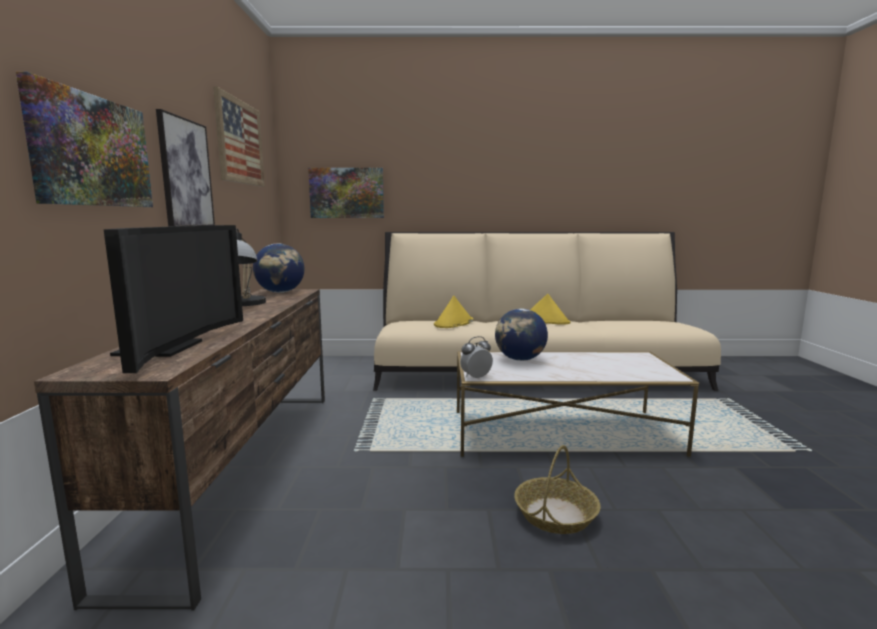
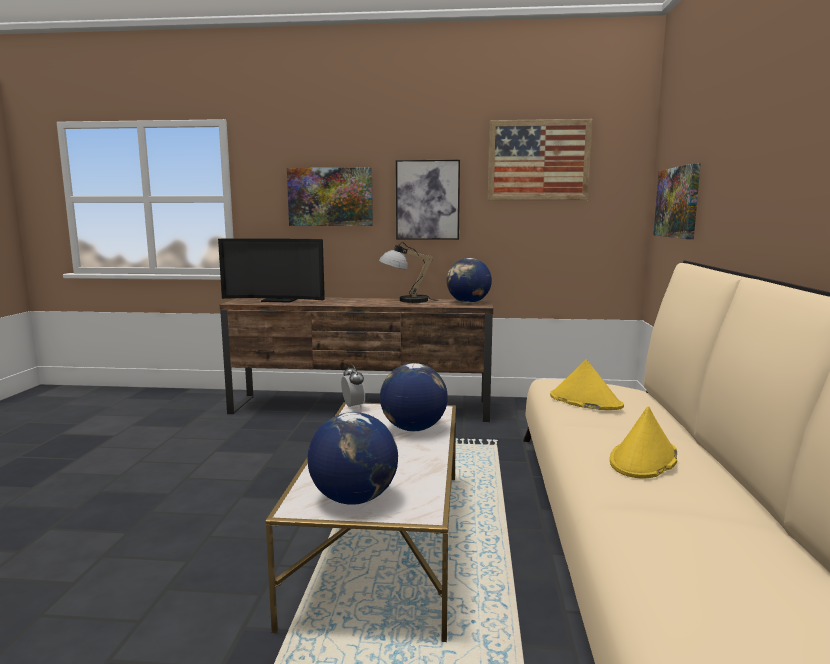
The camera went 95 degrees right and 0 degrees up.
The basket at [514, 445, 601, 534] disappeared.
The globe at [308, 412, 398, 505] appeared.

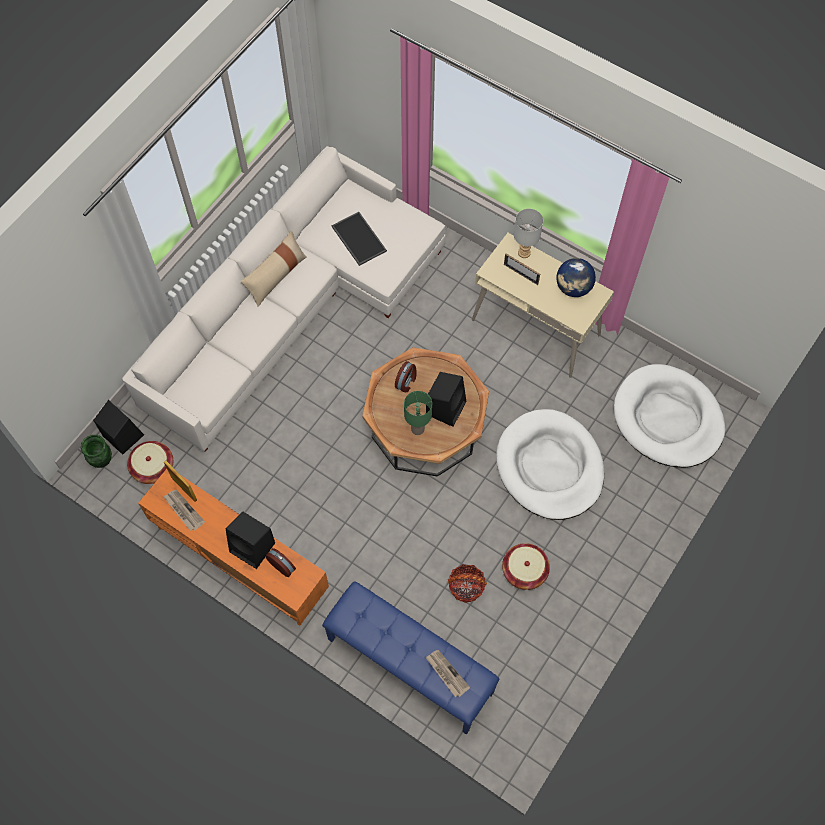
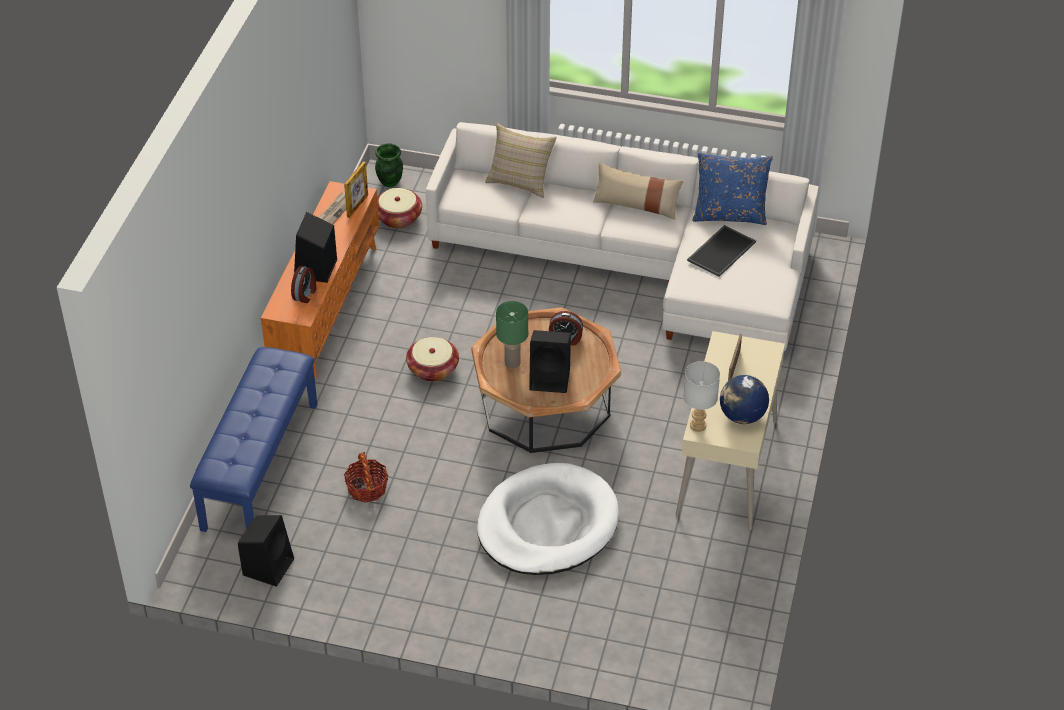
The camera went 70 degrees right and 20 degrees down.
The grey table lamp moved from [514, 208, 543, 258] to [683, 361, 720, 432].
The white dog bed at [614, 364, 725, 468] disappeared.
The black speaker moved from [93, 400, 144, 455] to [238, 515, 294, 587].
The basket moved from [502, 543, 550, 590] to [406, 337, 459, 382].
The newspaper at [425, 650, 470, 697] disappeared.
The beige pillow at [485, 123, 557, 198] appeared.
The blue pillow at [693, 153, 773, 225] appeared.

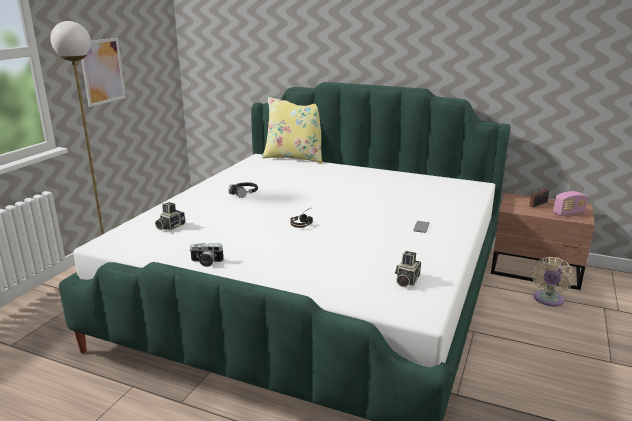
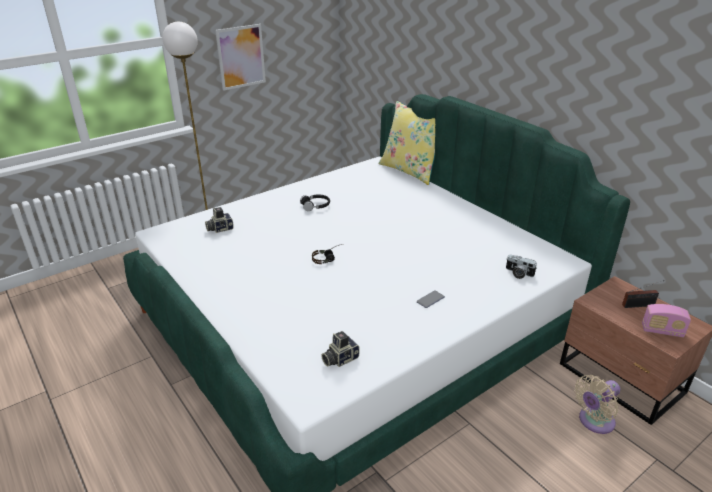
The camera went 30 degrees right and 10 degrees up.
The photo camera moved from [189, 243, 224, 267] to [506, 255, 537, 279].

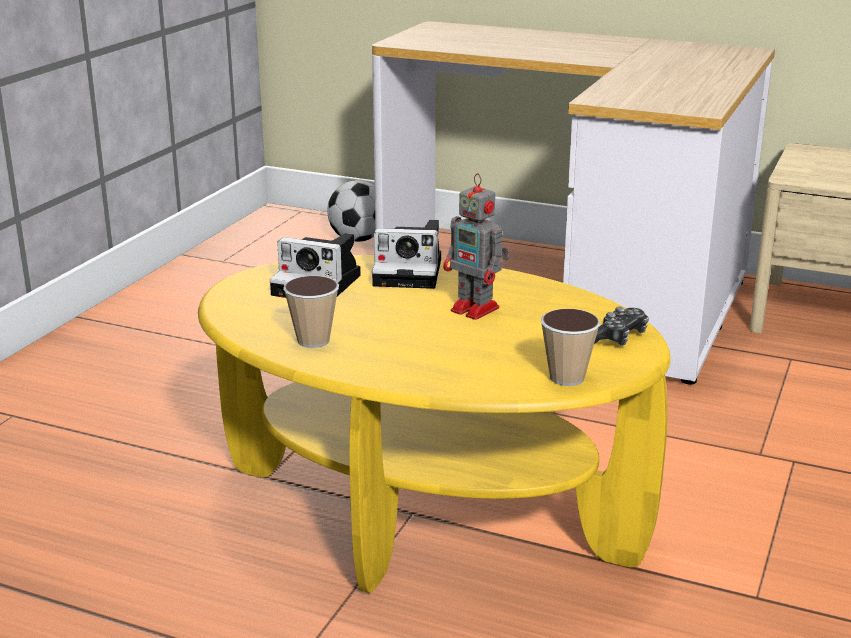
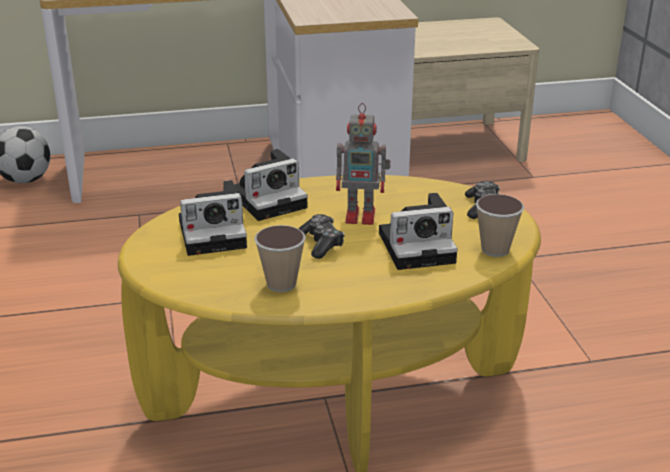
The camera went 35 degrees left and 5 degrees up.
The photo camera at [379, 193, 458, 270] appeared.
The game controller at [298, 214, 344, 259] appeared.

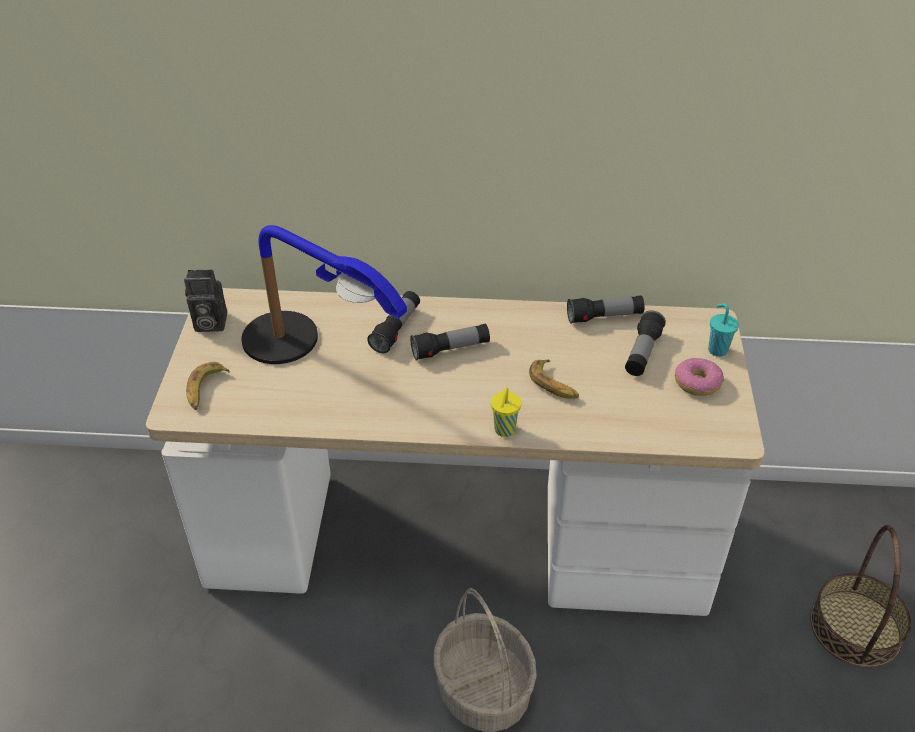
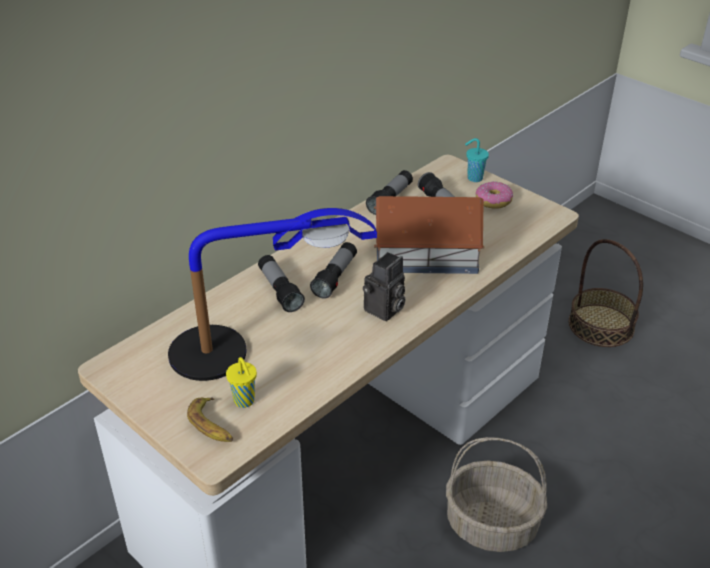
The camera went 50 degrees left and 5 degrees down.
The photo camera moved from [184, 269, 227, 332] to [363, 252, 406, 321].
The banana at [529, 360, 579, 399] was replaced by the toy house at [374, 196, 484, 274].
The yellow cup moved from [491, 387, 522, 437] to [226, 357, 257, 408].

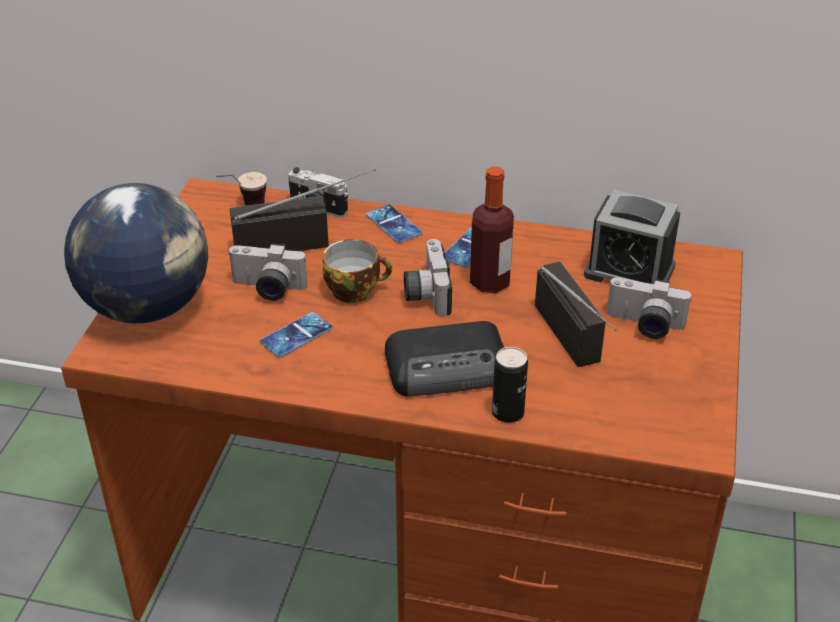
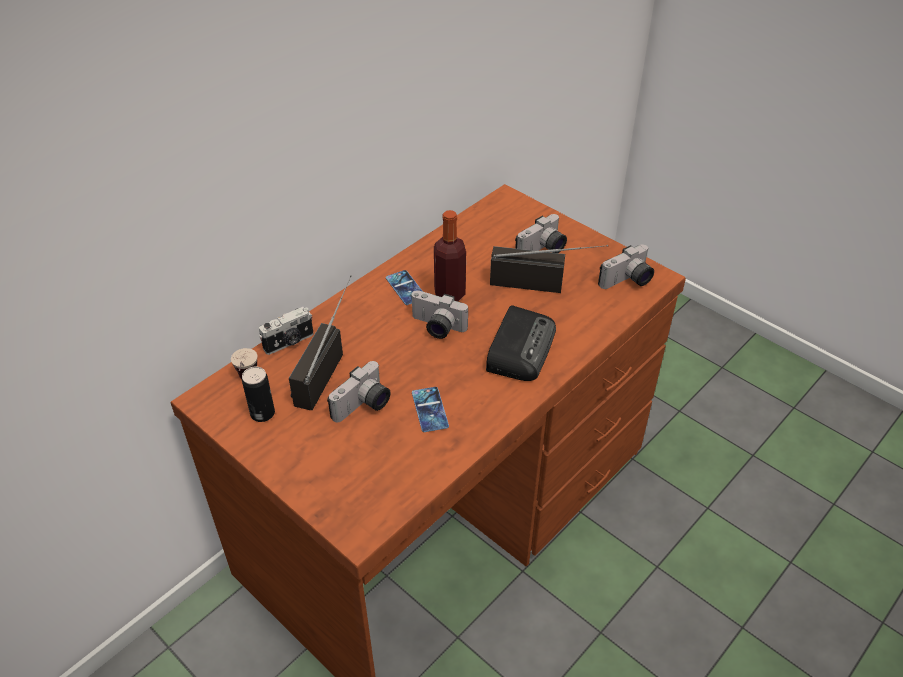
The camera went 60 degrees left and 5 degrees up.
The globe at [64, 183, 208, 323] disappeared.
The alarm clock at [584, 190, 680, 284] disappeared.
The phone at [366, 204, 422, 243] disappeared.
The cup at [322, 239, 392, 303] disappeared.
The can moved from [492, 347, 528, 423] to [242, 366, 275, 422].
The photo camera at [598, 244, 654, 289] appeared.

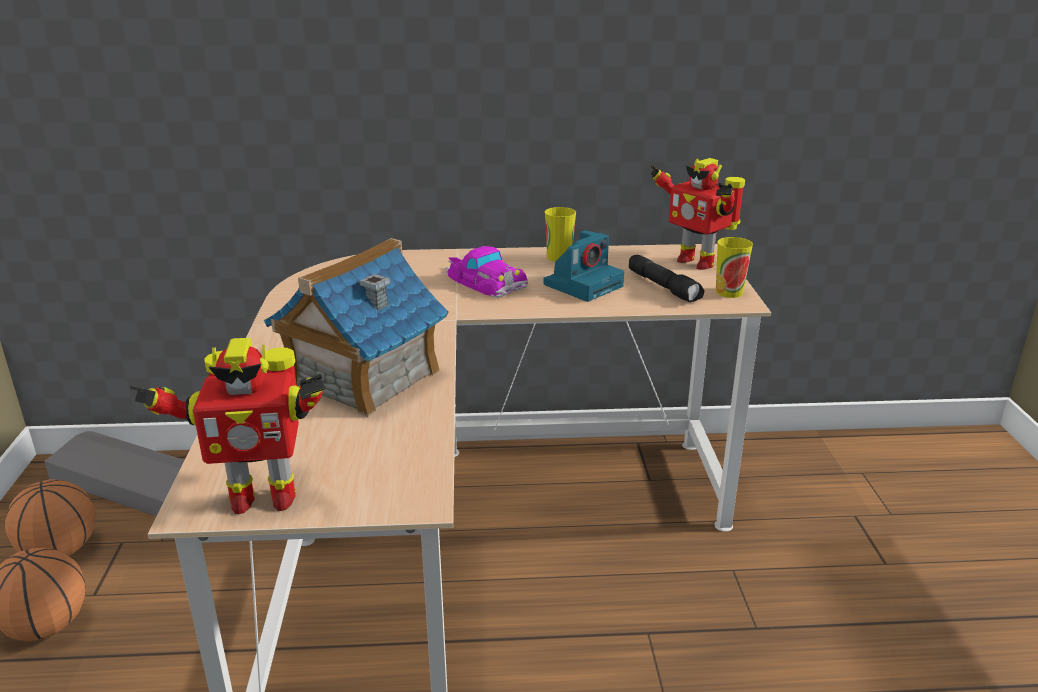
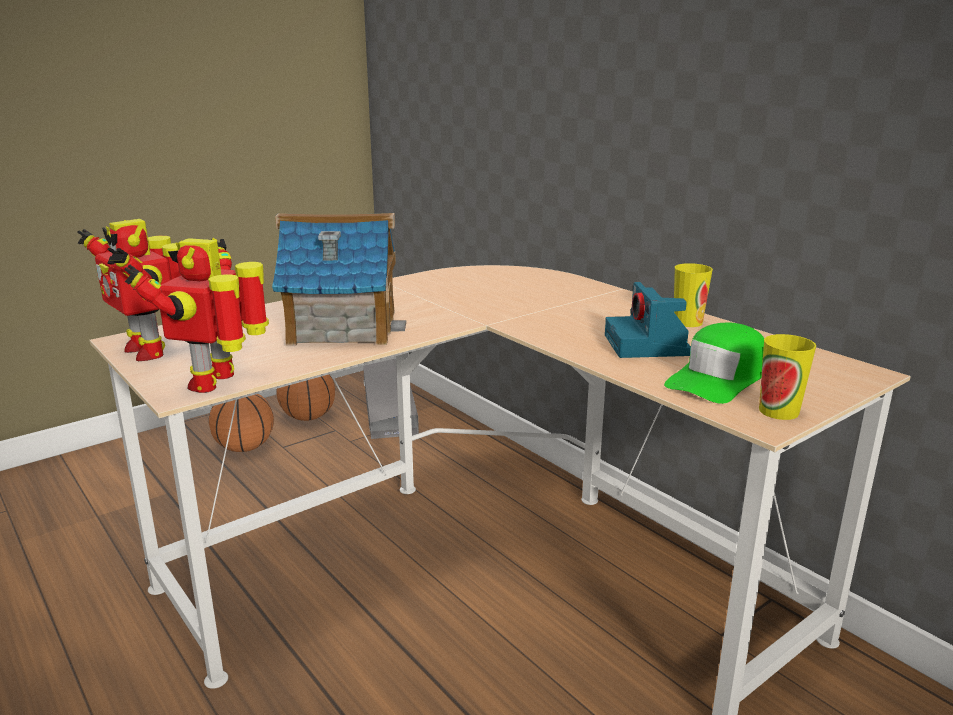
The camera went 55 degrees right and 5 degrees down.
The toy robot moved from [650, 158, 745, 270] to [124, 238, 269, 393].
The photo camera at [543, 230, 624, 302] turned 75 degrees clockwise.
The toy car at [445, 246, 528, 298] disappeared.
The black flashlight at [629, 255, 704, 302] was replaced by the green cap at [664, 322, 764, 404].

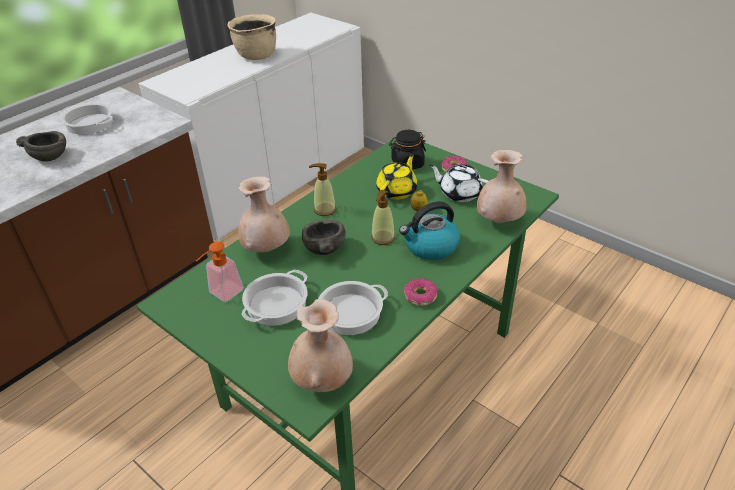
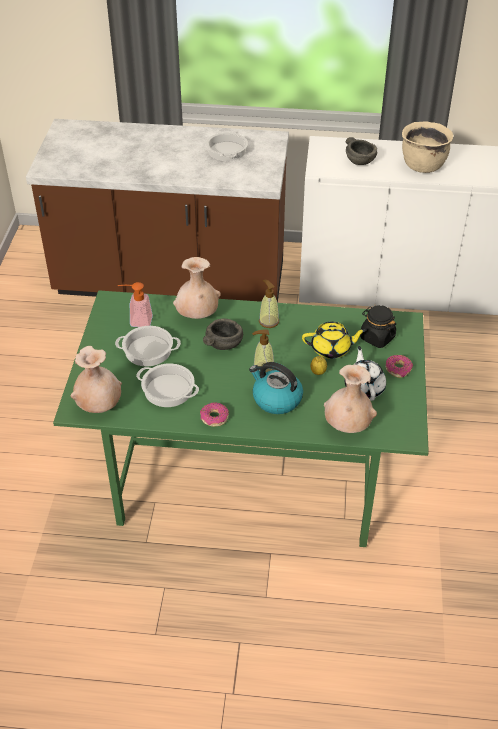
The camera went 55 degrees right and 5 degrees up.
The grey bowl moved from [16, 131, 66, 162] to [346, 137, 377, 165].

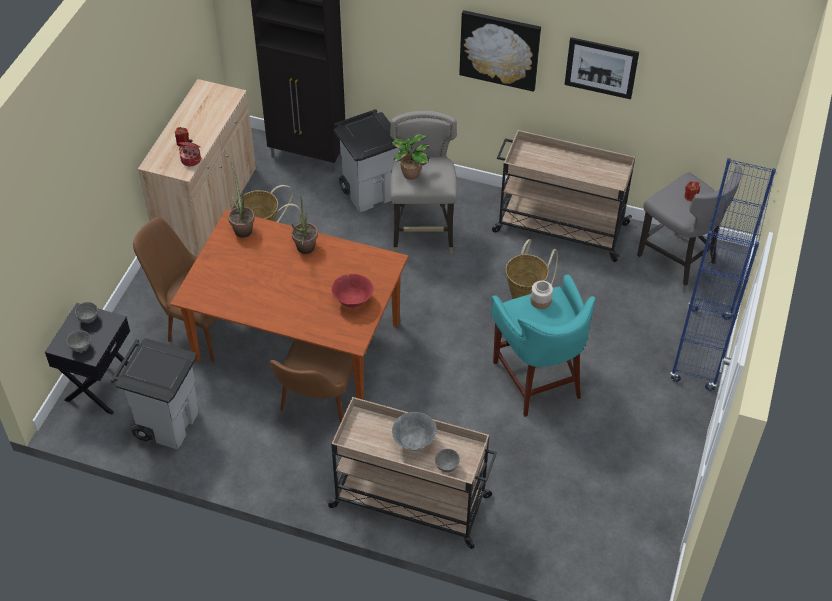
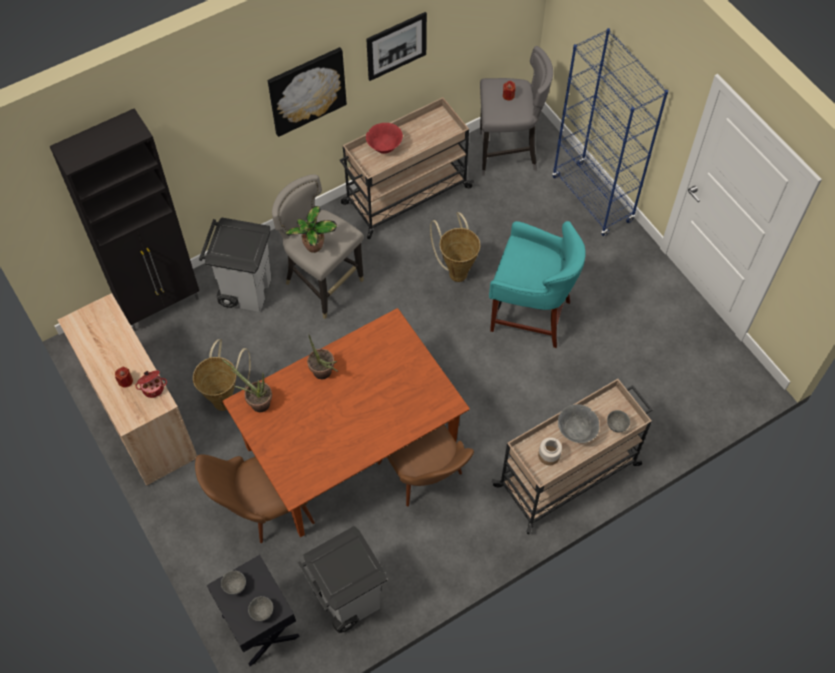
The camera went 50 degrees left and 10 degrees up.
The red bowl moved from [331, 274, 374, 308] to [366, 123, 403, 154].
The jar moved from [530, 281, 553, 309] to [538, 437, 562, 465].

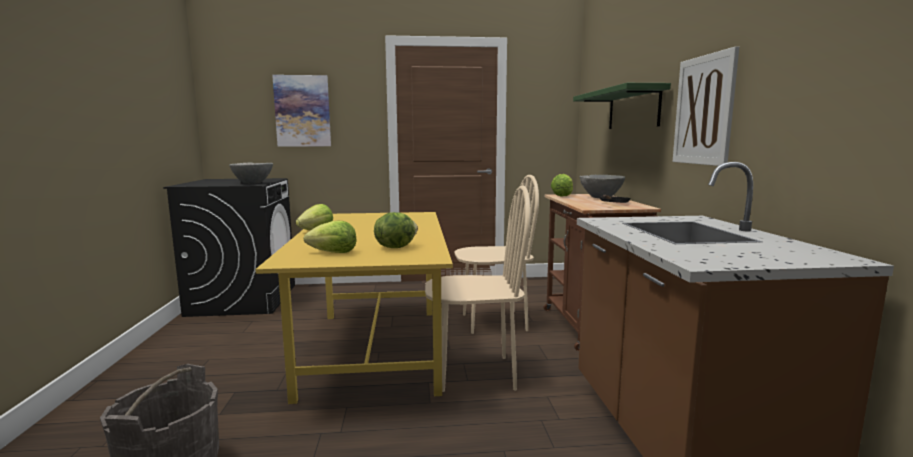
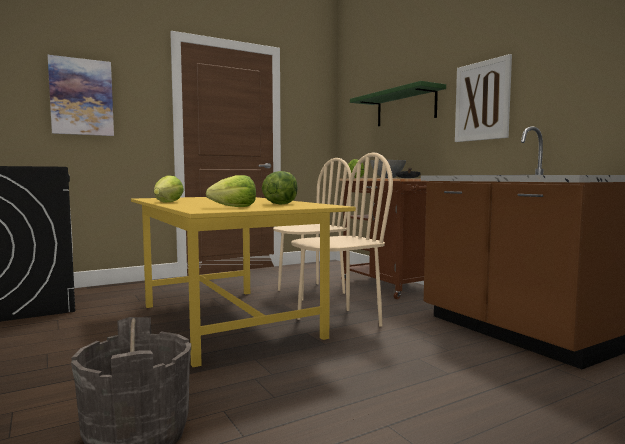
The camera went 25 degrees left and 5 degrees down.
The grey bowl at [229, 162, 273, 184] disappeared.

